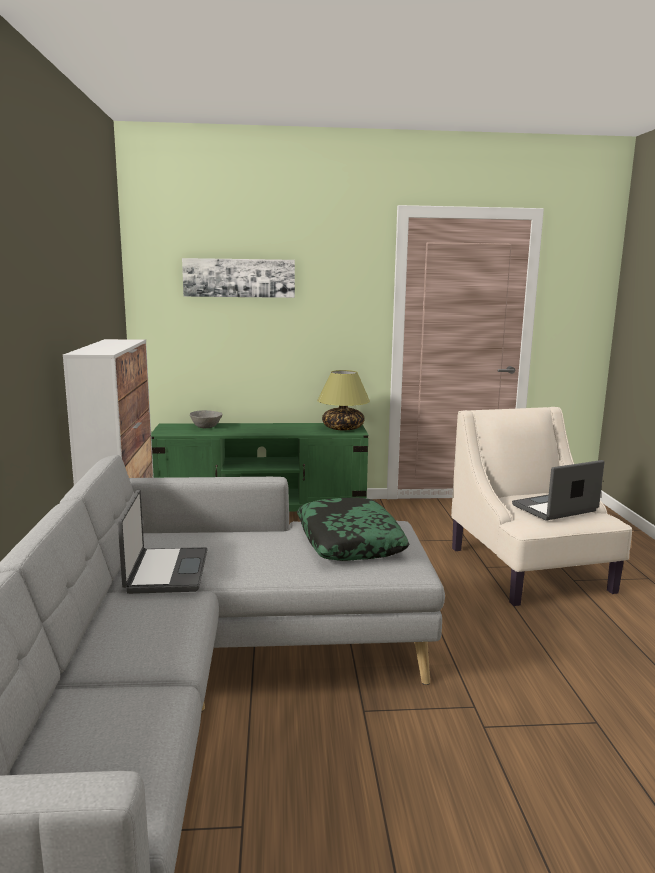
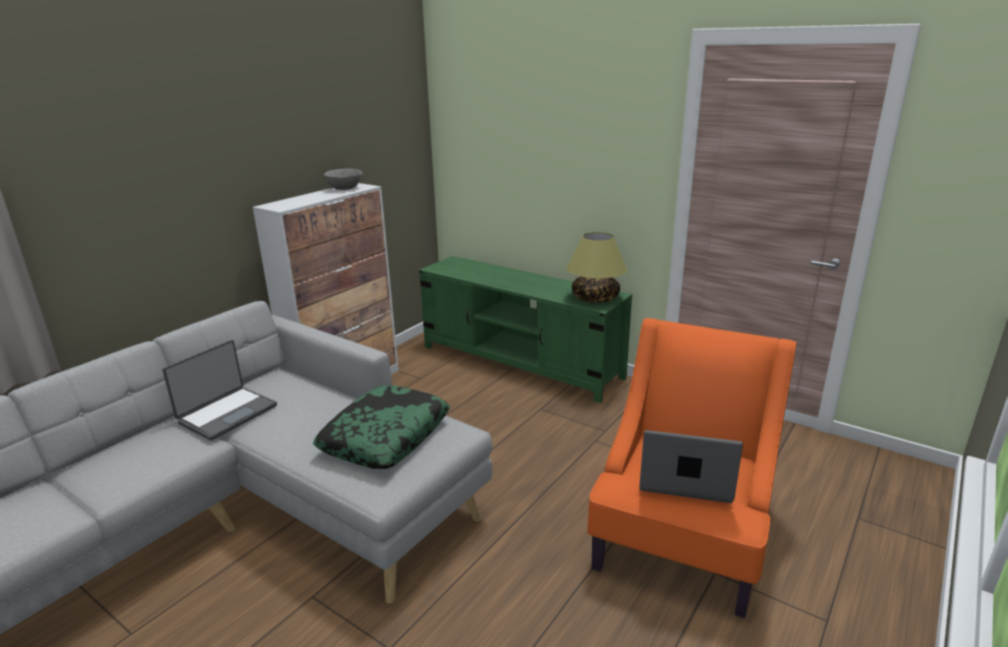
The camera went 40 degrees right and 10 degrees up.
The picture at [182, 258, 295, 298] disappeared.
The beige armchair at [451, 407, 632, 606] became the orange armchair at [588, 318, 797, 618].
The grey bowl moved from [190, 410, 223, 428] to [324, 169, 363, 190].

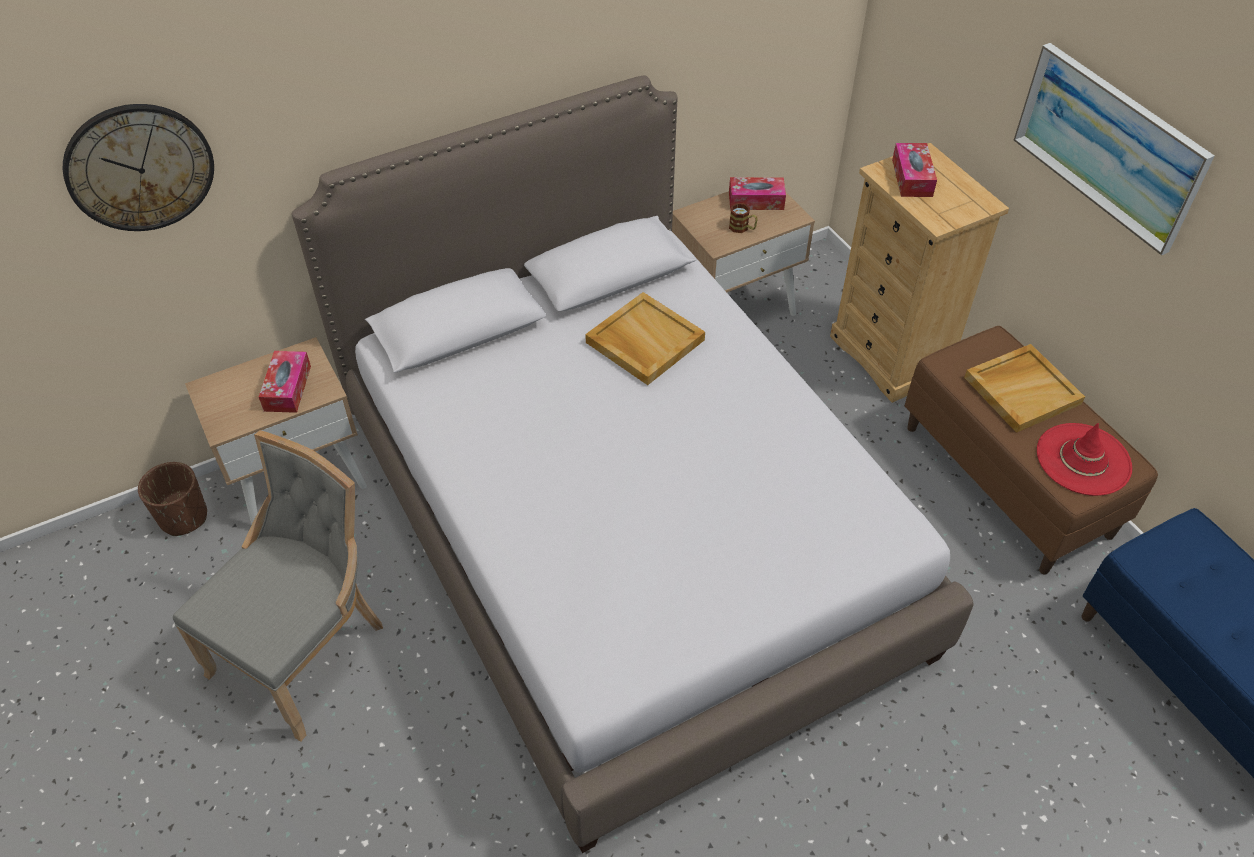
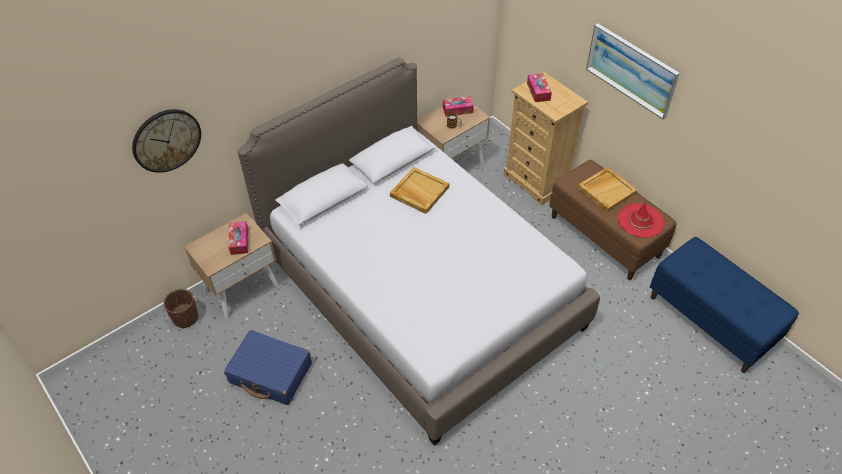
The camera went 10 degrees left and 0 degrees up.
The grey chair at [173, 430, 383, 742] was replaced by the blue suitcase at [224, 330, 312, 405].

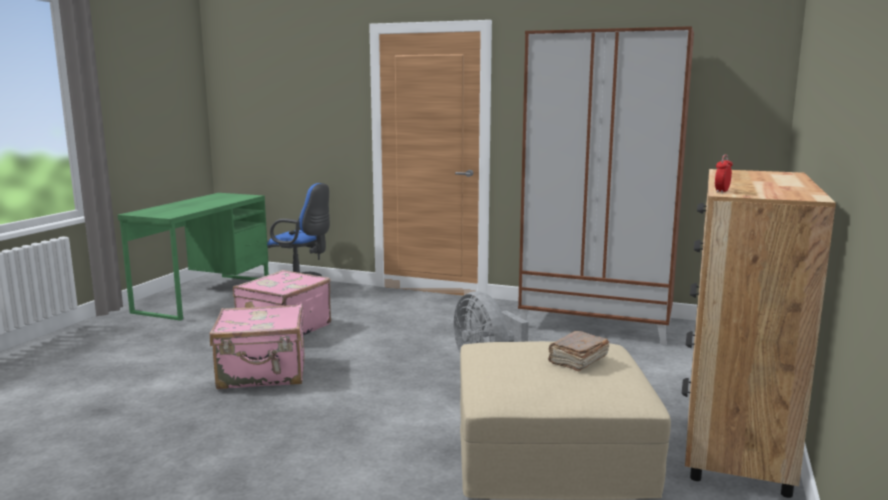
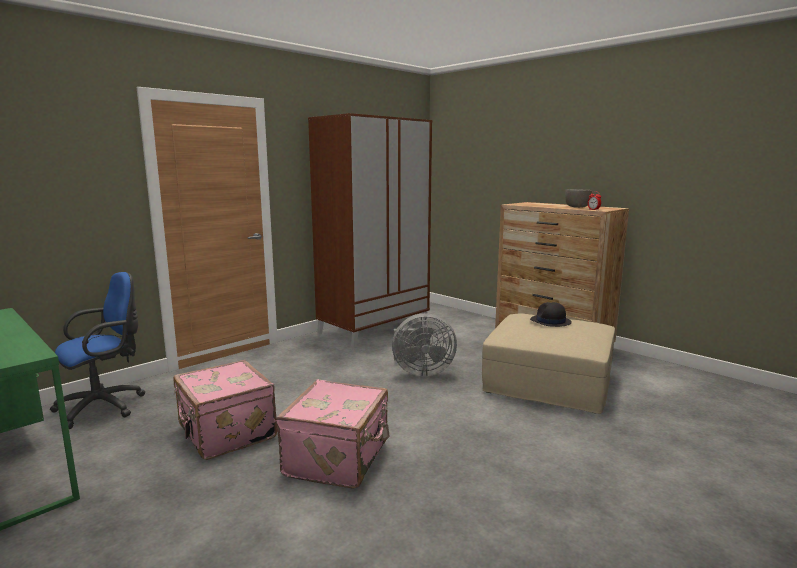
The camera went 65 degrees left and 0 degrees up.
The brown book at [548, 331, 609, 372] was replaced by the black hat at [530, 302, 572, 327].
The grey bowl at [565, 189, 592, 208] appeared.

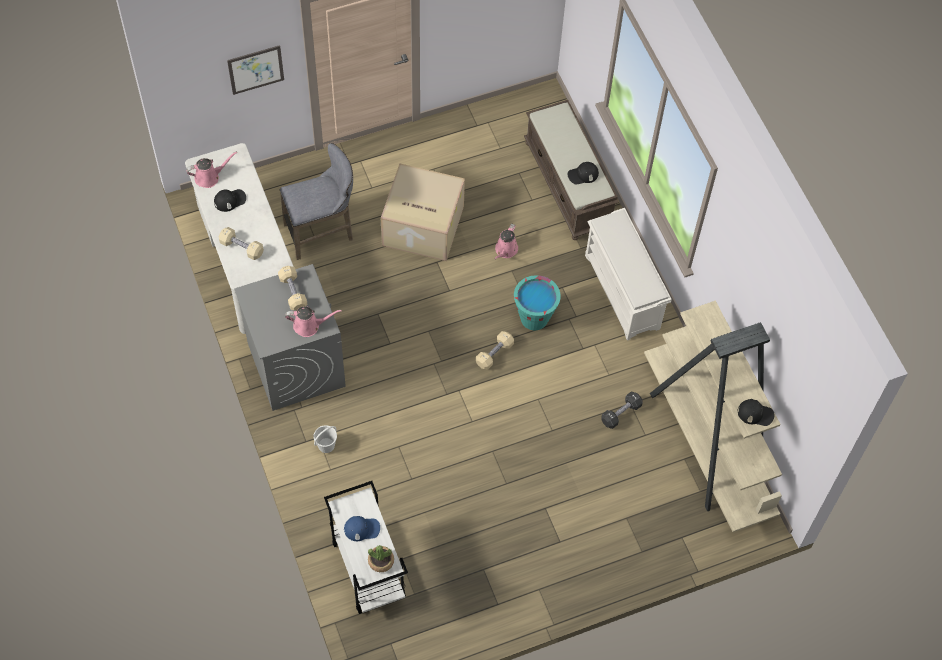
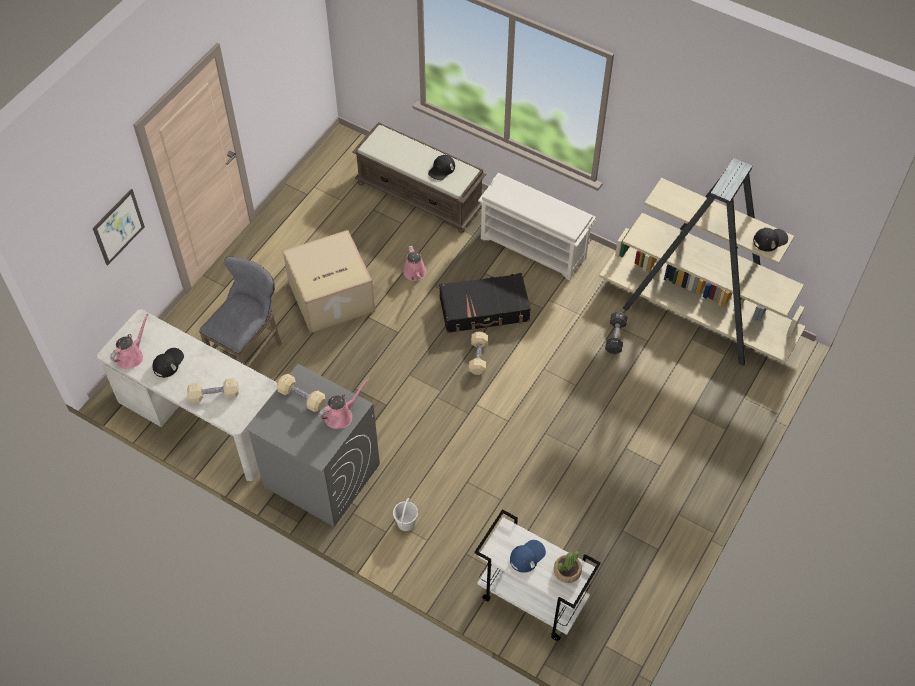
The camera went 35 degrees left and 5 degrees down.
The turquoise bucket at [514, 275, 561, 330] was replaced by the black suitcase at [439, 273, 531, 333].

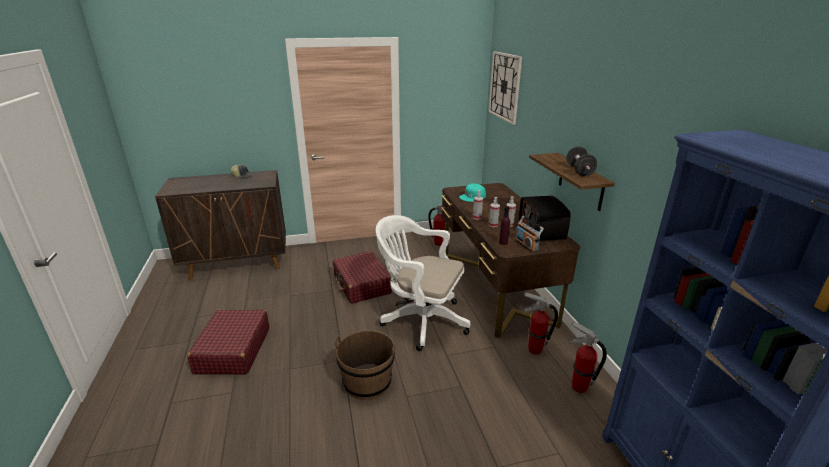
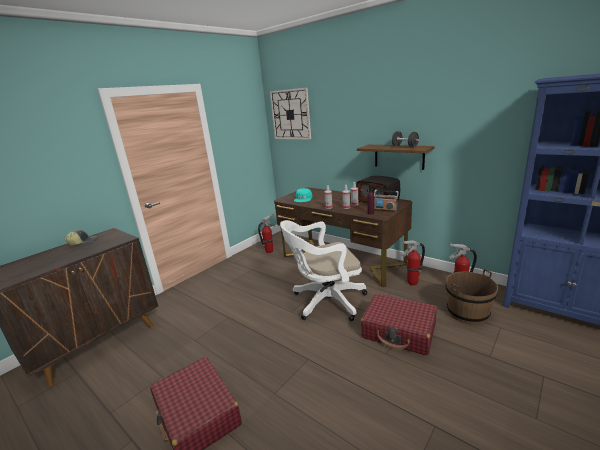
The camera went 35 degrees left and 5 degrees down.
The red suitcase moved from [333, 251, 392, 304] to [361, 293, 437, 355].
The brown bucket moved from [334, 330, 396, 400] to [445, 269, 498, 325].

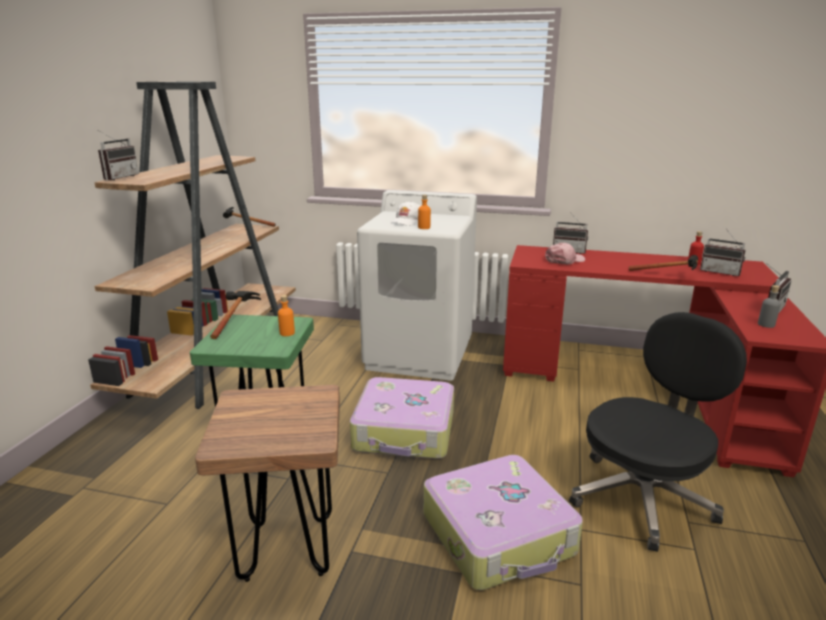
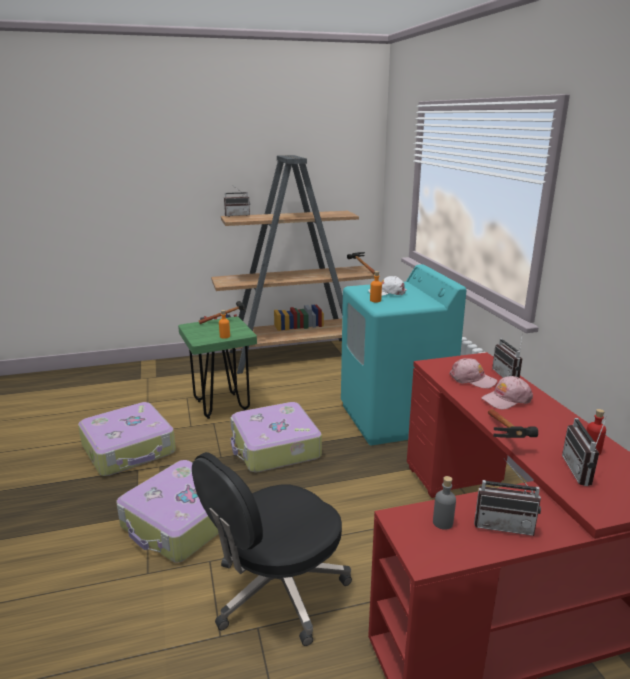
The camera went 60 degrees right and 0 degrees up.
The white washing machine at [357, 190, 477, 381] became the turquoise washing machine at [341, 264, 466, 445].
The black office chair at [569, 312, 747, 552] turned 120 degrees clockwise.
The brown stool at [195, 385, 340, 582] was replaced by the suitcase at [78, 402, 176, 476].
The pink cap at [481, 376, 533, 409] appeared.

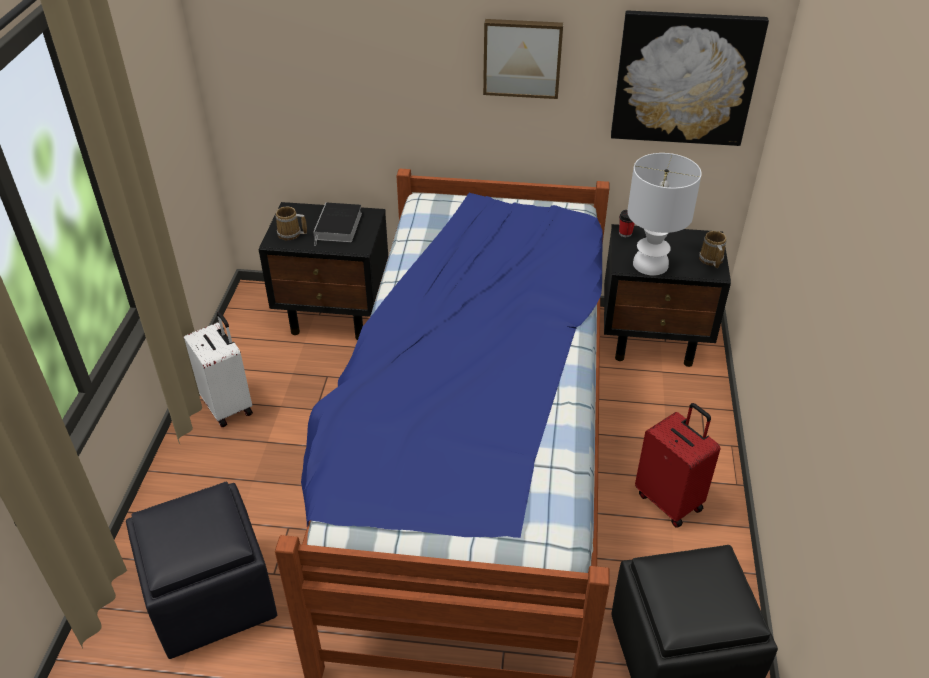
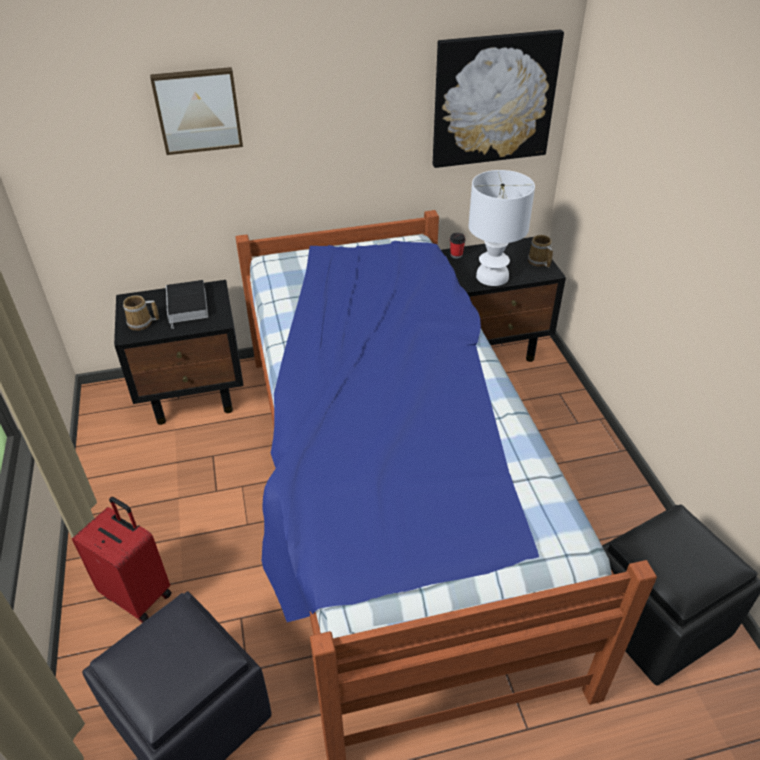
The camera went 20 degrees left and 0 degrees up.
The picture moved from [483, 19, 563, 99] to [150, 67, 243, 155].
The white suitcase at [184, 312, 253, 427] disappeared.
The red suitcase moved from [635, 403, 720, 528] to [72, 497, 172, 623].

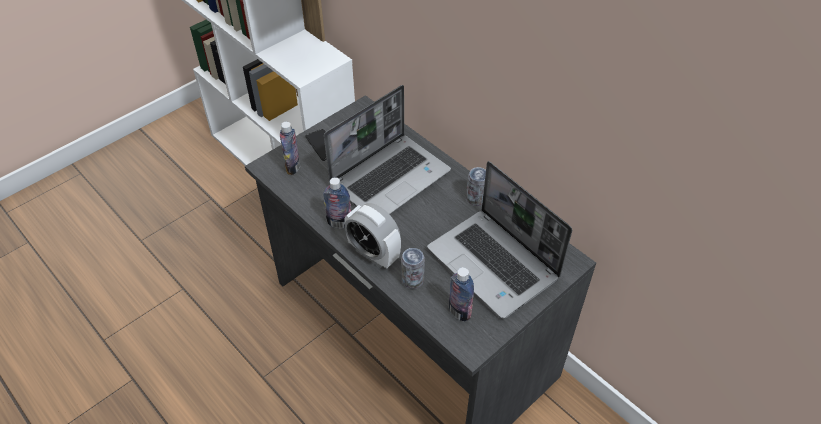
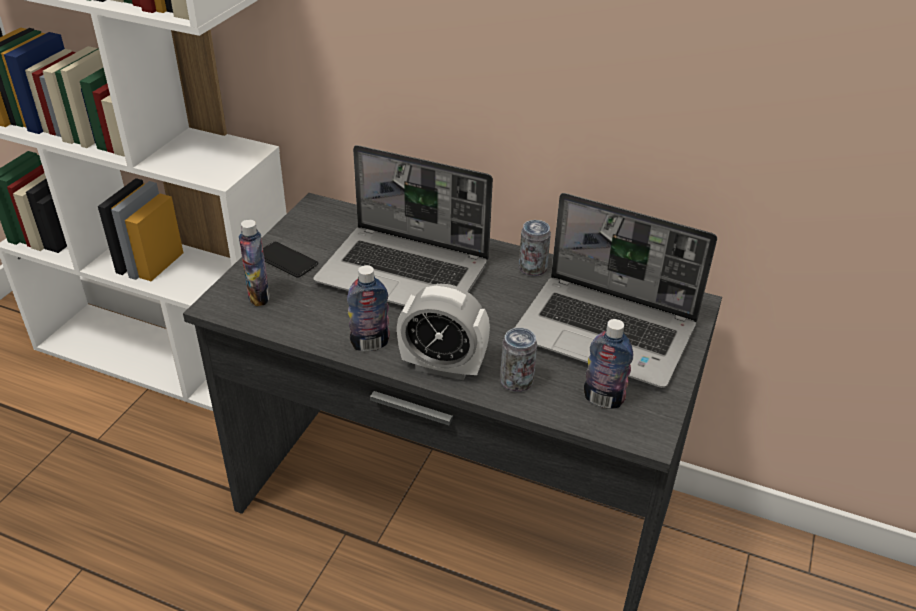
The camera went 25 degrees left and 10 degrees down.
The laptop at [324, 85, 451, 215] turned 90 degrees clockwise.

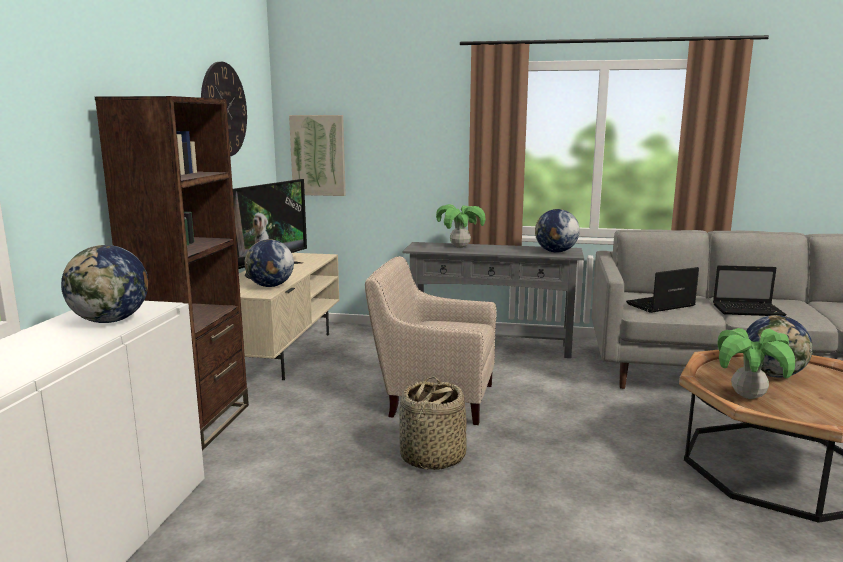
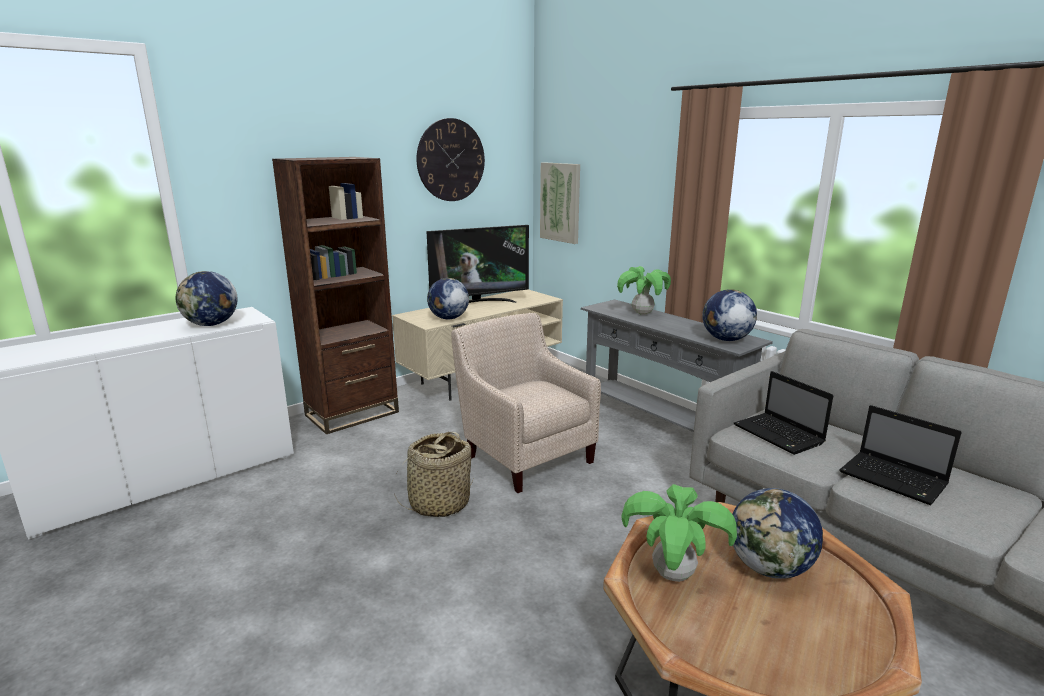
The camera went 40 degrees right and 5 degrees up.
The laptop at [626, 267, 699, 313] turned 135 degrees counterclockwise.

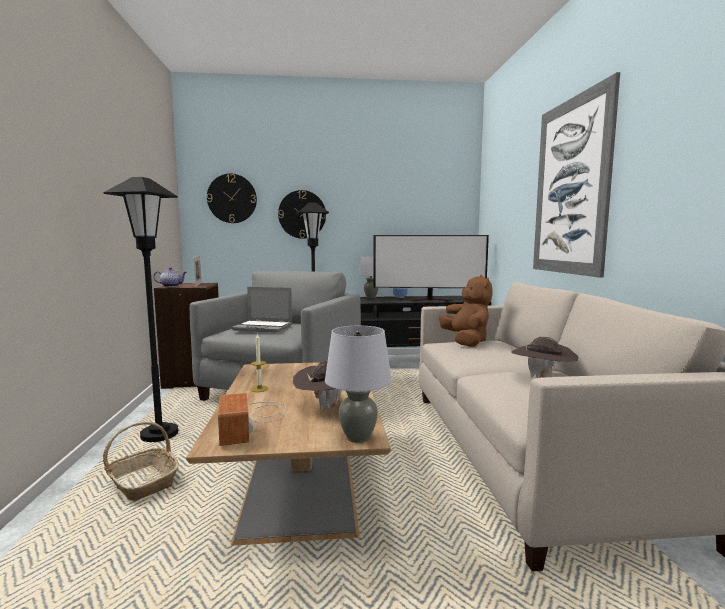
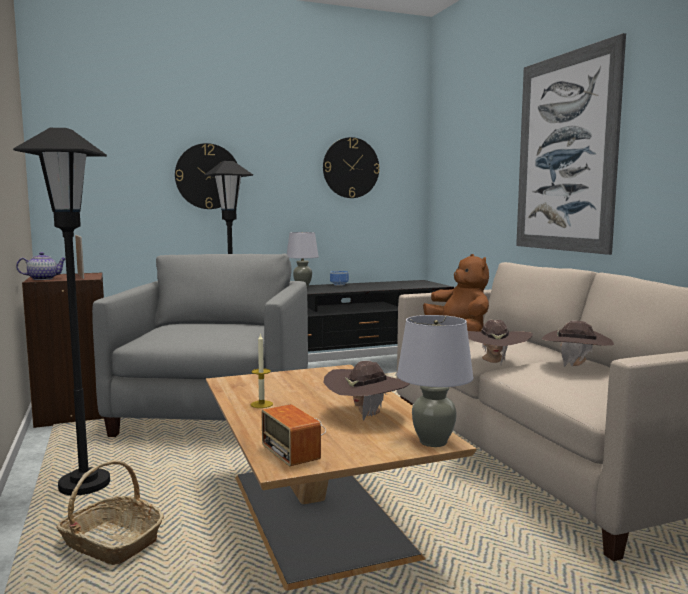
The camera went 15 degrees left and 0 degrees up.
The wall clock moved from [207, 174, 257, 223] to [323, 137, 380, 198].
The television at [373, 235, 489, 302] disappeared.
The laptop at [231, 287, 292, 333] disappeared.
The brown hat at [468, 320, 533, 364] appeared.

